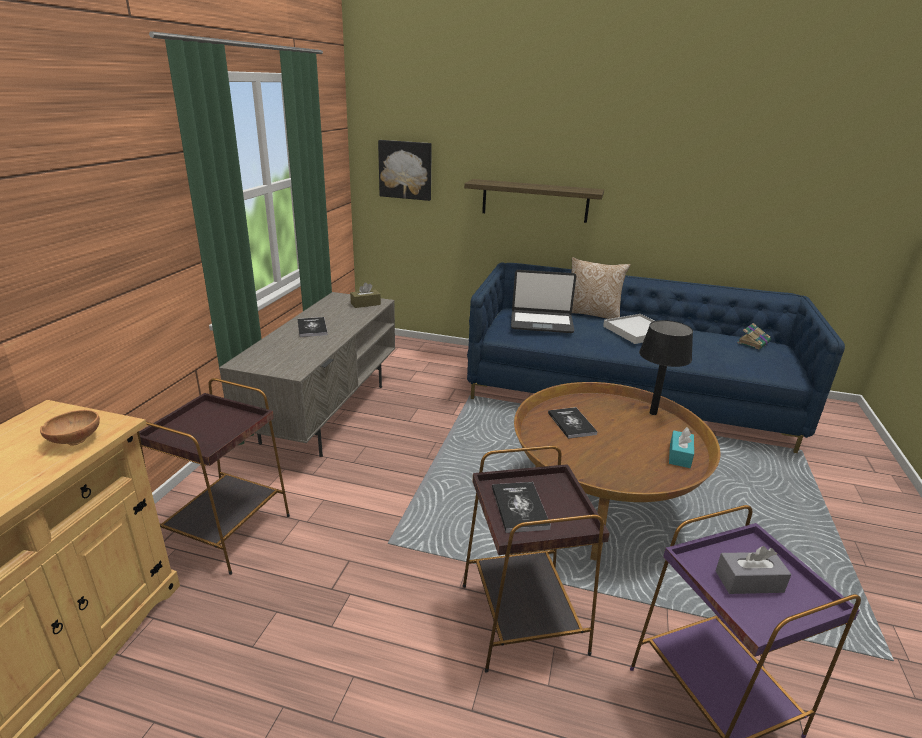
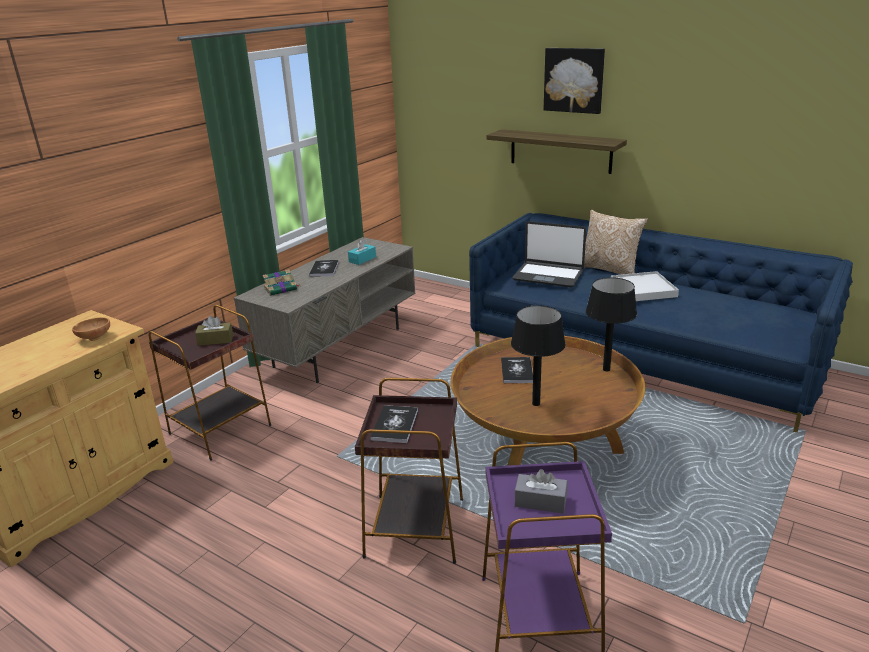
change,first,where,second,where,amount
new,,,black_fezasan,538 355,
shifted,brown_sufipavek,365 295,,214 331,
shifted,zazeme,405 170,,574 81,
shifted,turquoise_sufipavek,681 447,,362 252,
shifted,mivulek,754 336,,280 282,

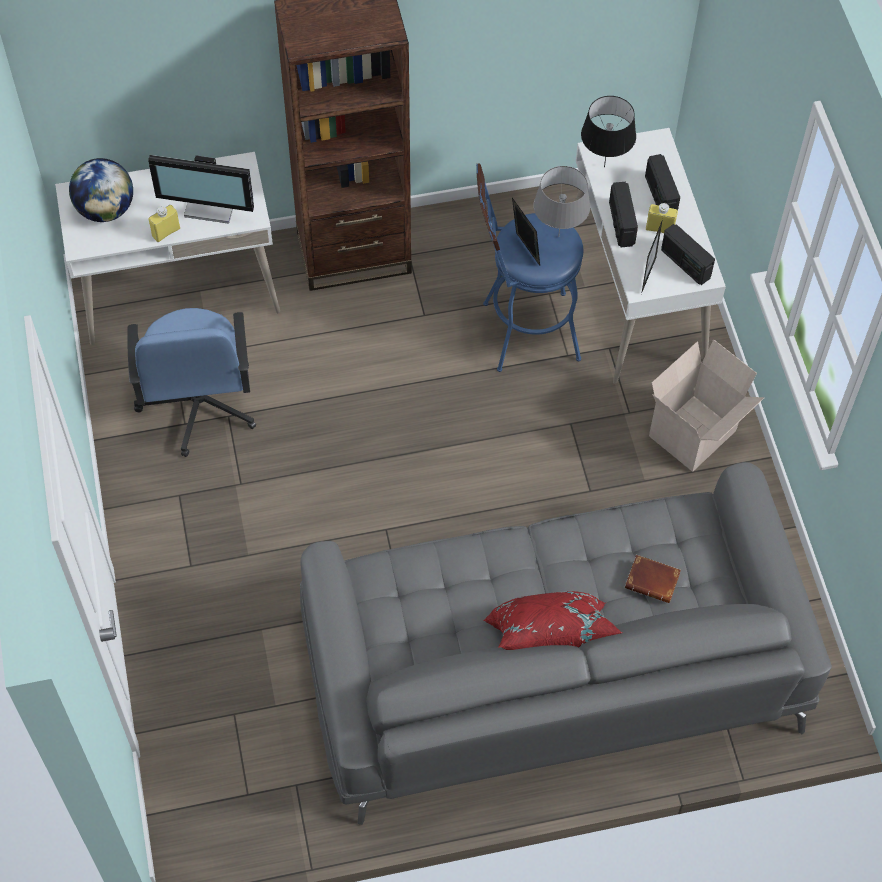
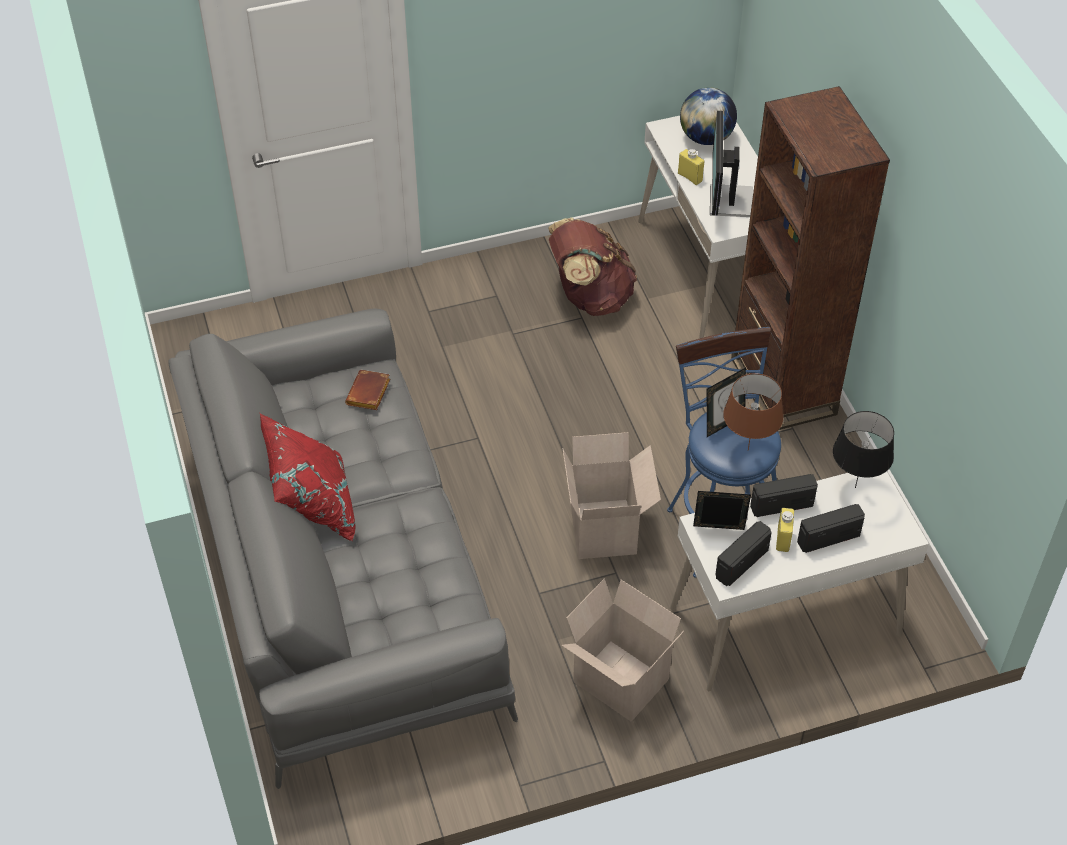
change,first,where,second,where,amount
new,,,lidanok,612 495,
shifted,brown_mivulek,653 579,,367 390,
swapped,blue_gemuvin,191 382,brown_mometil,592 266,
repainted,grey_fezasan,562 201,brown_fezasan,753 411,

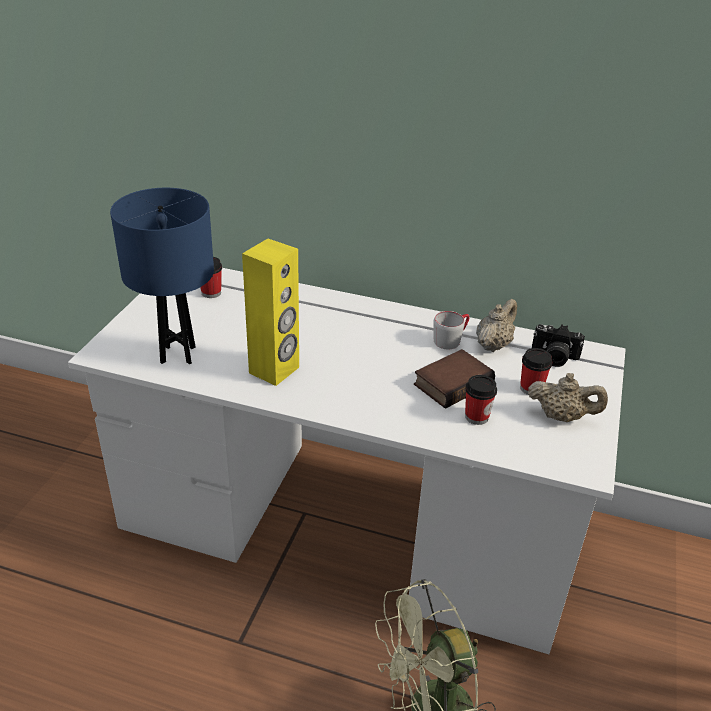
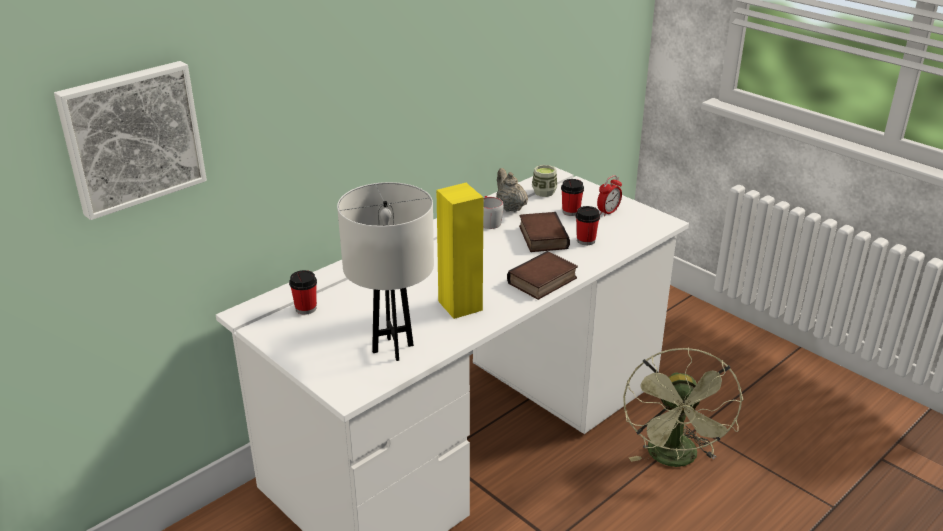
change,first,where,second,where,amount
new,,,zazeme,130 140,
new,,,mivulek,542 275,
swapped,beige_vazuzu,568 397,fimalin,609 196,
swapped,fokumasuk,558 345,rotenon,544 181,
repainted,blue_fezasan,162 276,white_fezasan,385 271,

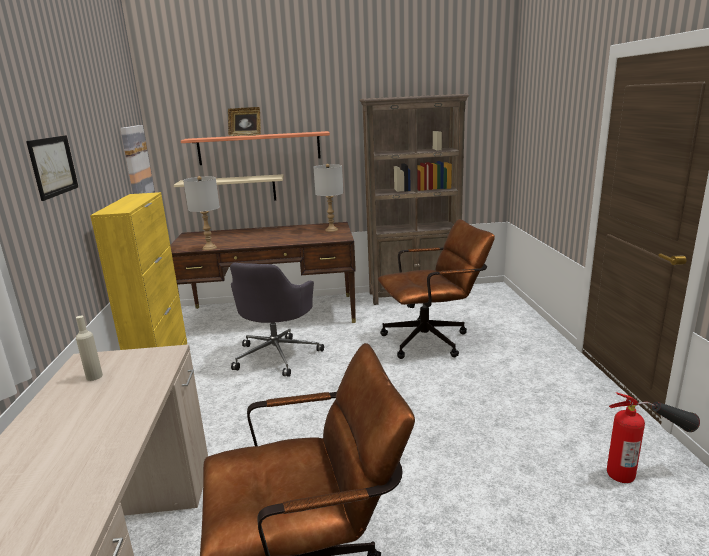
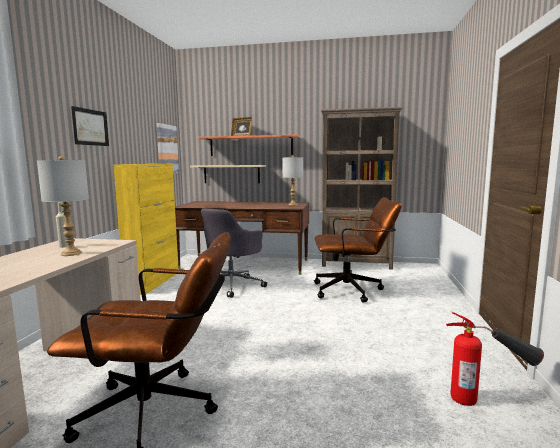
change,first,where,second,where,amount
shifted,grey_fezasan,201 213,,63 206,

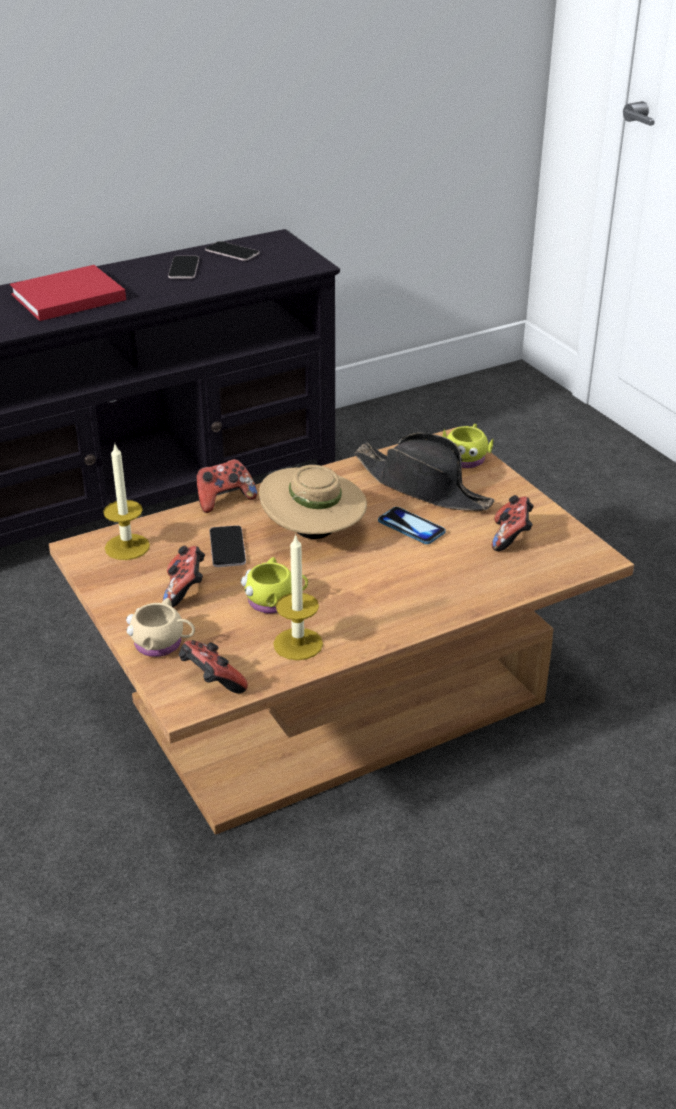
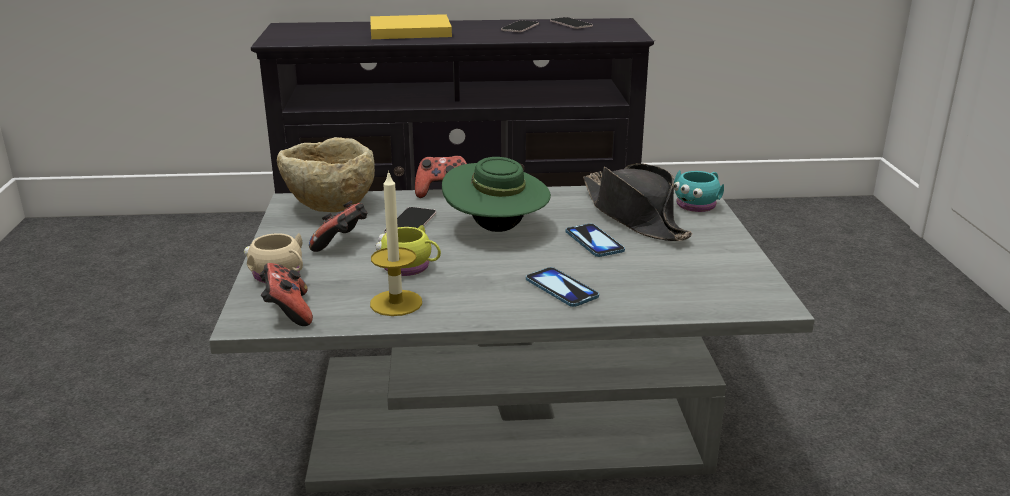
change,first,where,second,where,amount
gone,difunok,513 523,,,
new,,,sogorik,562 287,
swapped,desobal,126 502,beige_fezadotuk,326 174,
repainted,red_mivulek,68 293,yellow_mivulek,411 26,
repainted,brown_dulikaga,341 631,grey_dulikaga,512 339,
repainted,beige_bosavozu,313 502,green_bosavozu,496 194,
repainted,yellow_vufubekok,467 446,turquoise_vufubekok,699 191,

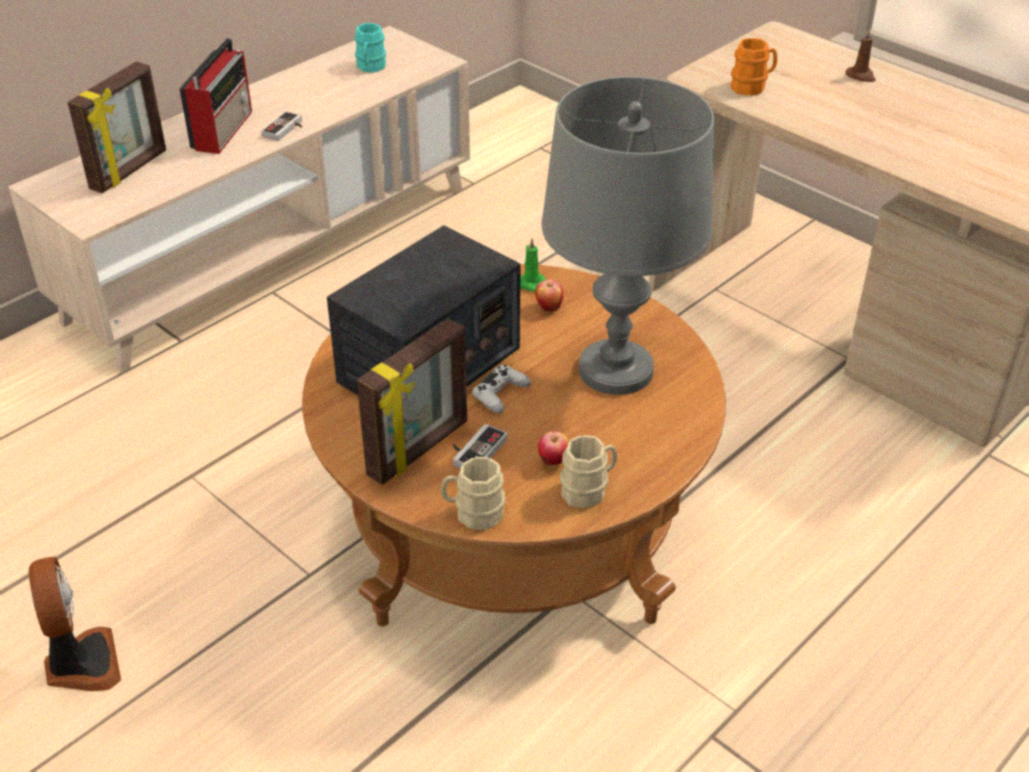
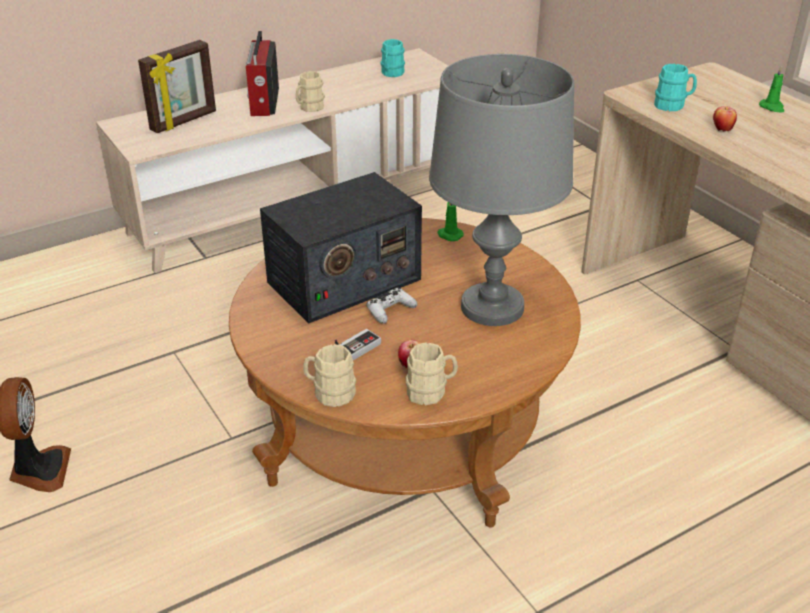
change,first,where,second,where,amount
gone,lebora,412 401,,,
shifted,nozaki,549 296,,725 118,
swapped,difunok,281 126,beige_vufubekok,310 91,
repainted,orange_vufubekok,754 67,turquoise_vufubekok,675 87,
repainted,brown_desobal,861 55,green_desobal,771 89,
rotated,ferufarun,215 96,,262 73,150 degrees clockwise

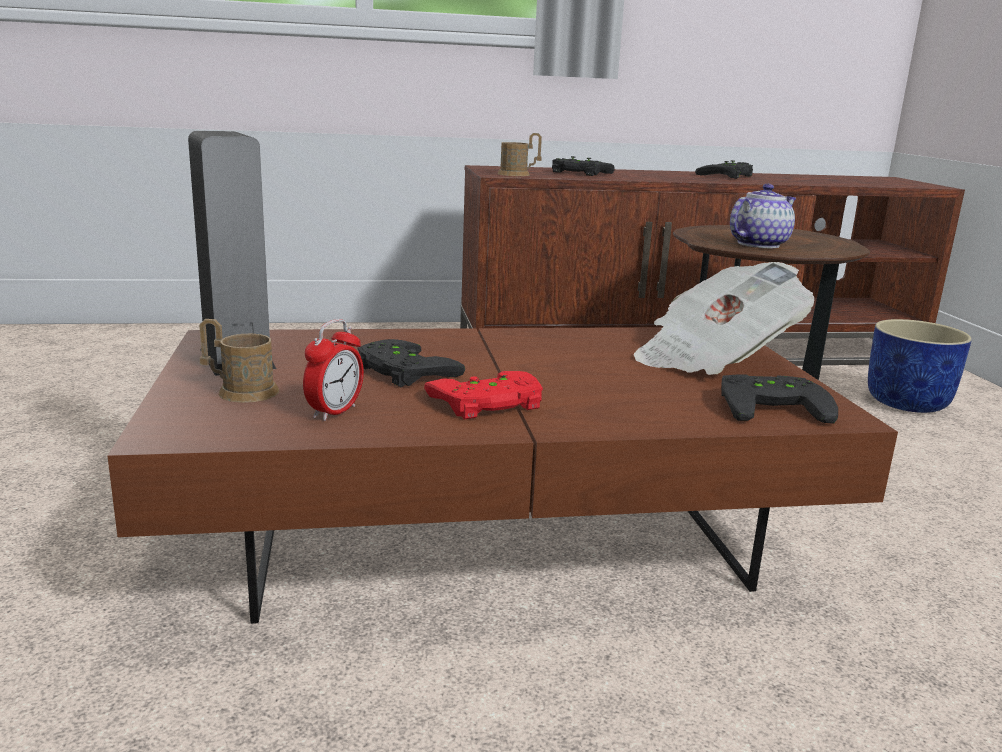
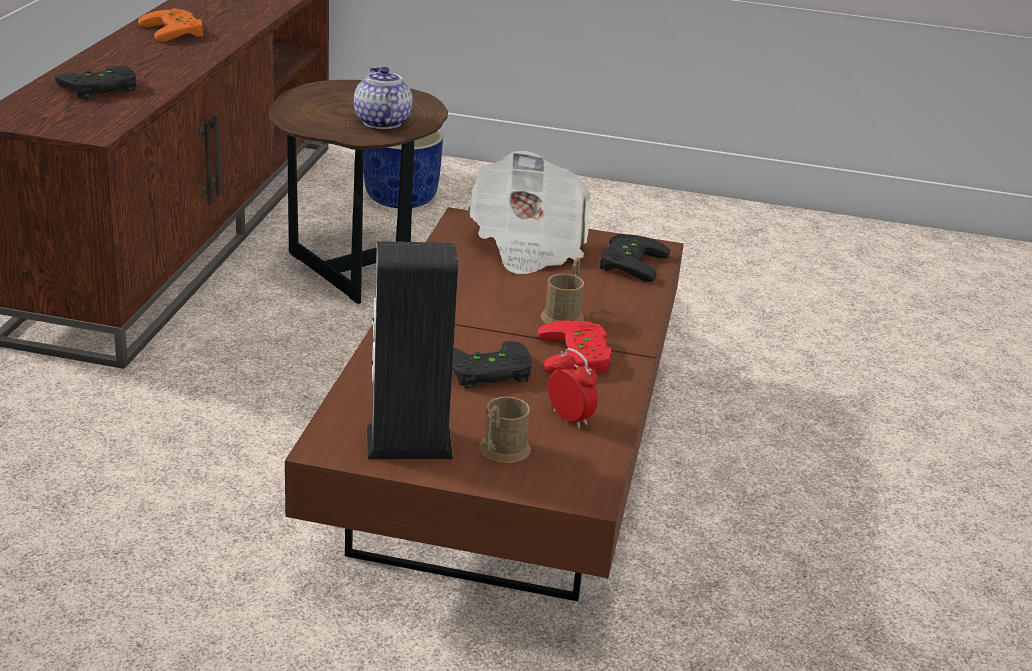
change,first,where,second,where,amount
shifted,brown_vufubekok,519 154,,562 290,
repainted,black_difunok,724 169,orange_difunok,170 24,

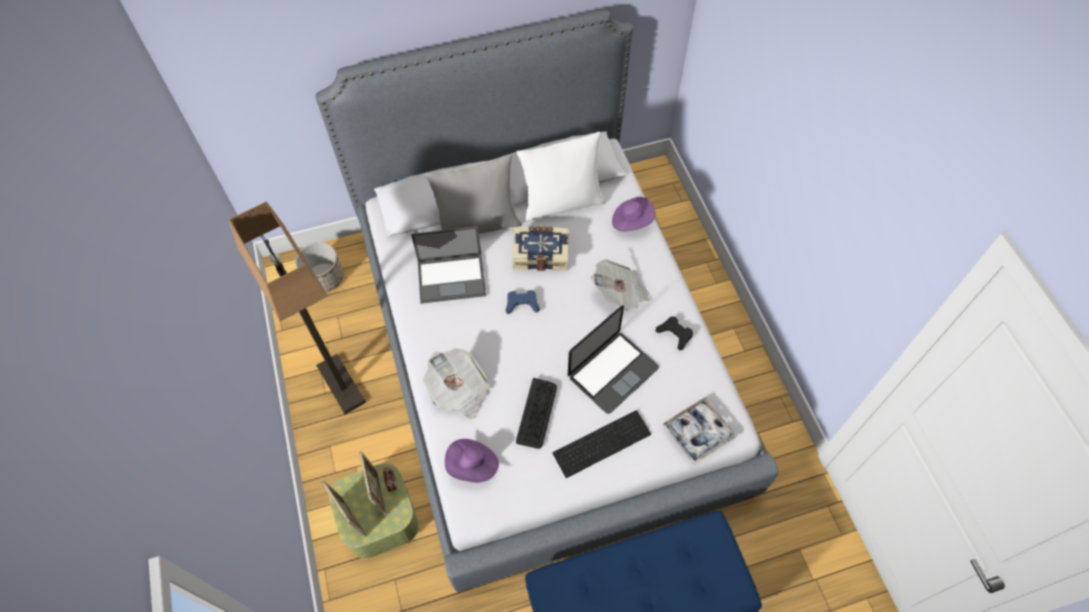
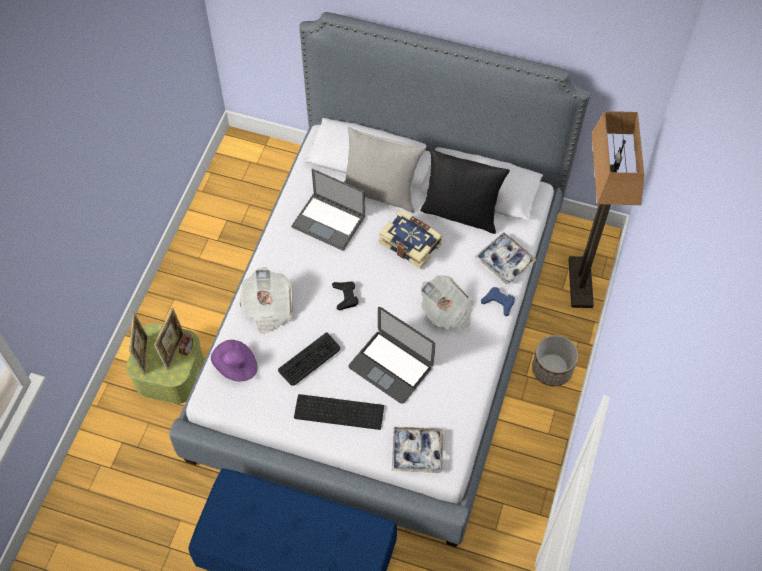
change,first,where,second,where,amount
shifted,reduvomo,297 308,,606 209,
shifted,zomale,319 267,,555 361,
shifted,blue_difunok,522 302,,498 301,
shifted,black_difunok,674 333,,345 295,
swapped,purple_bosavozu,634 214,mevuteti,506 258,
repainted,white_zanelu,561 176,black_zanelu,465 191,
rotated,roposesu,613 359,,391 355,45 degrees clockwise

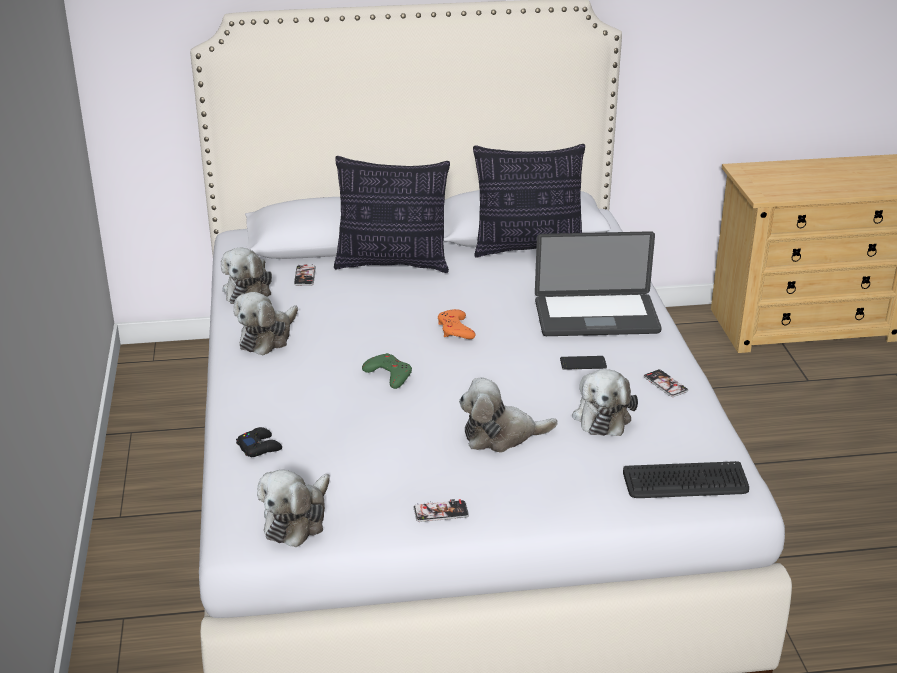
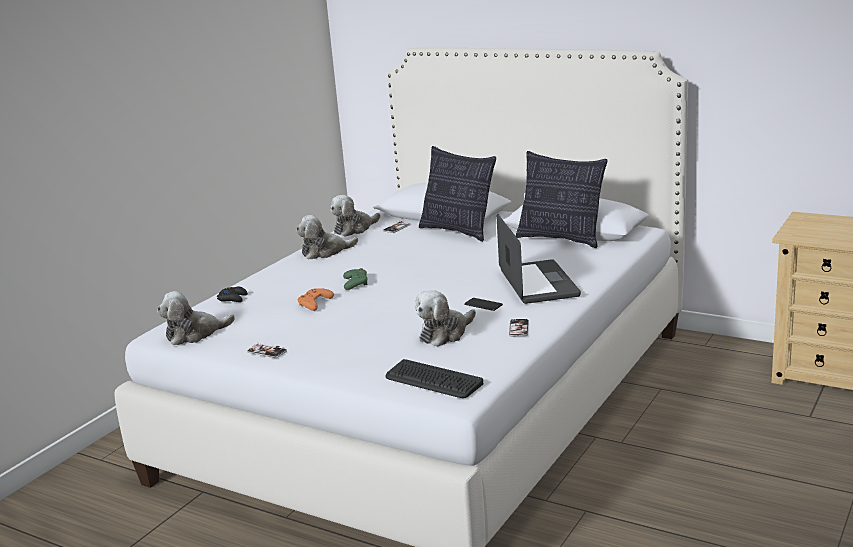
change,first,where,second,where,amount
gone,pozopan,508 415,,,
shifted,orange_difunok,457 324,,316 299,
rotated,roposesu,598 283,,538 259,135 degrees counterclockwise

